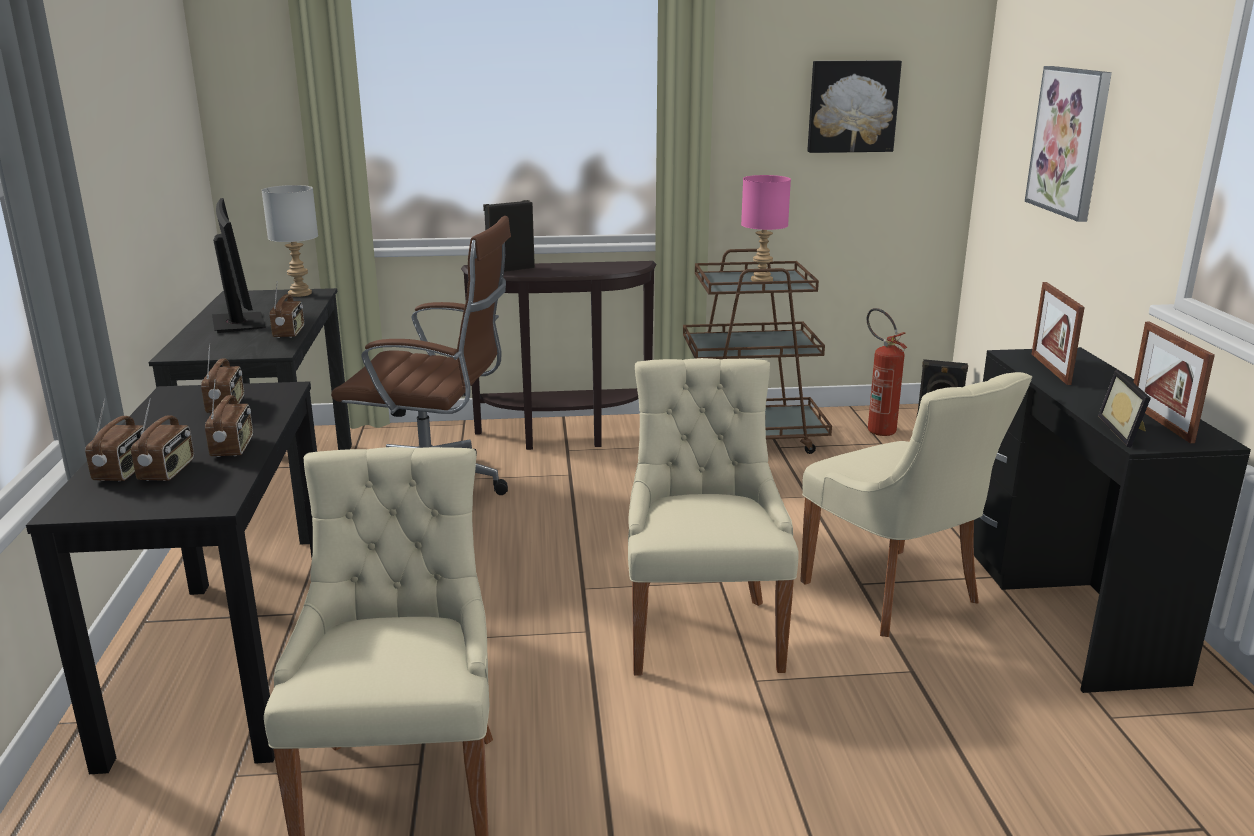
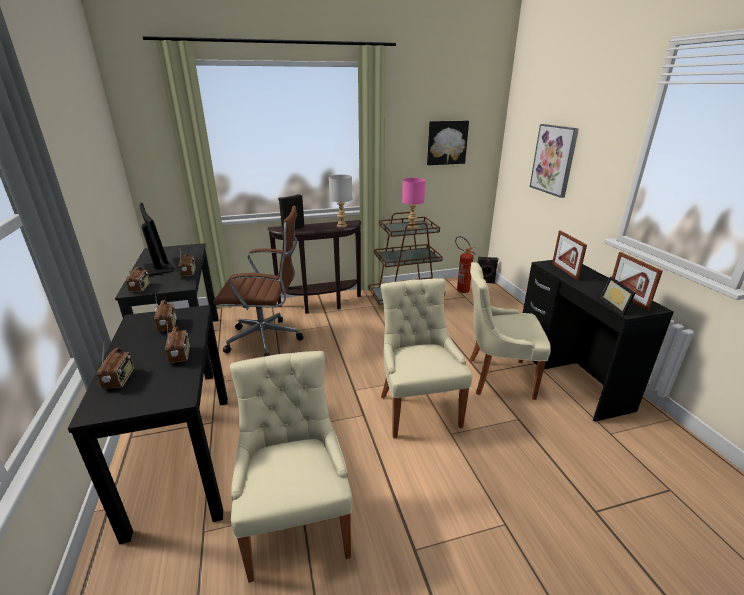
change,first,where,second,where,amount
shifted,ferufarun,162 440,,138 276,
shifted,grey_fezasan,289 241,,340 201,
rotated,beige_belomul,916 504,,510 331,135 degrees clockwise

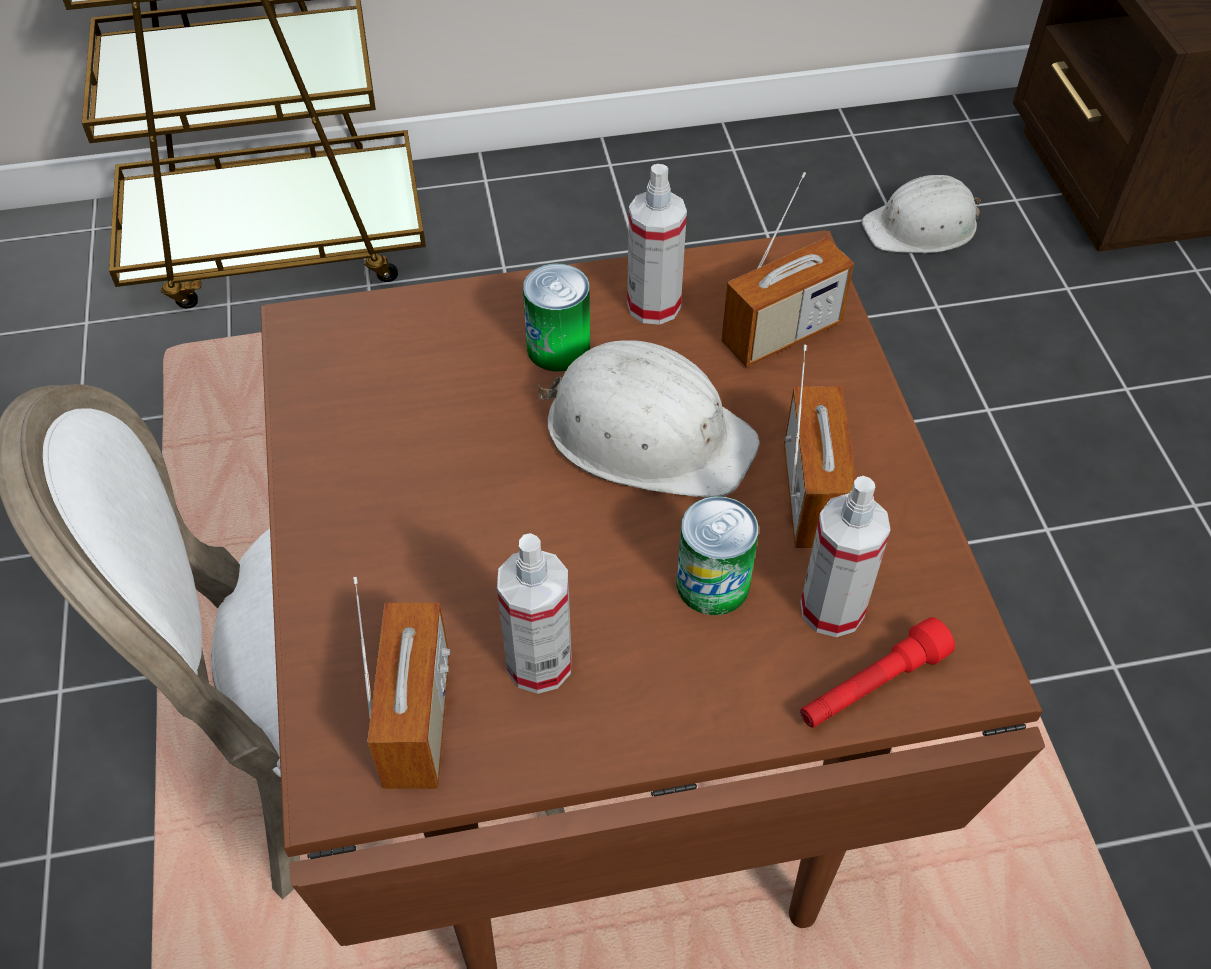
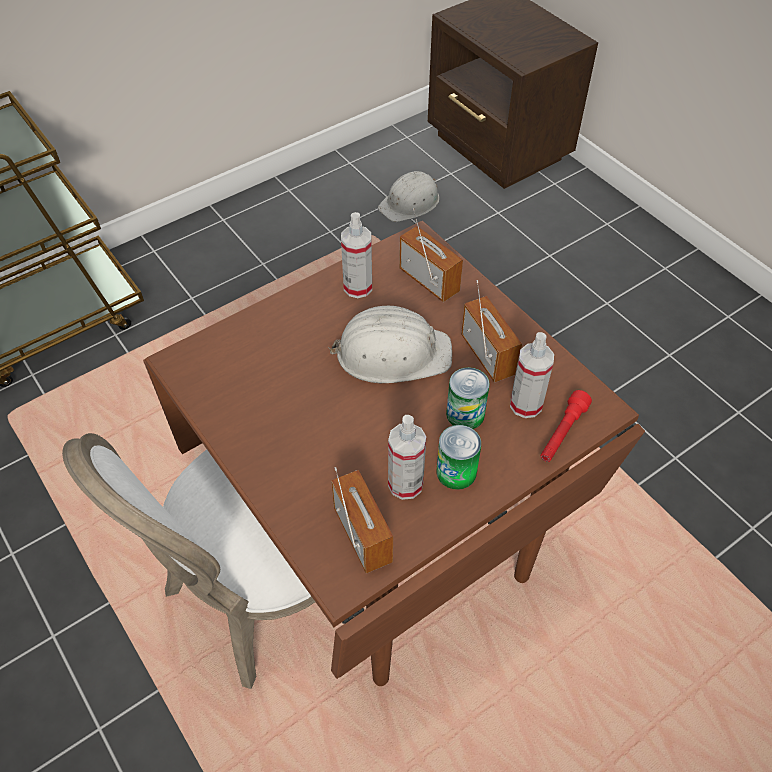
change,first,where,second,where,amount
shifted,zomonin,556 317,,458 457,
rotated,ferufarun,787 269,,431 255,75 degrees counterclockwise

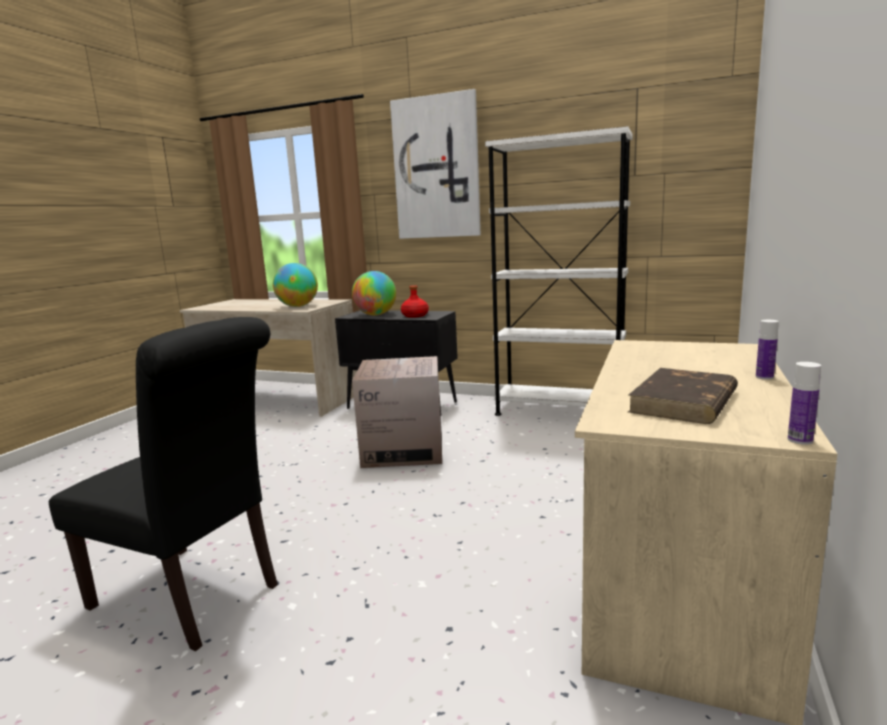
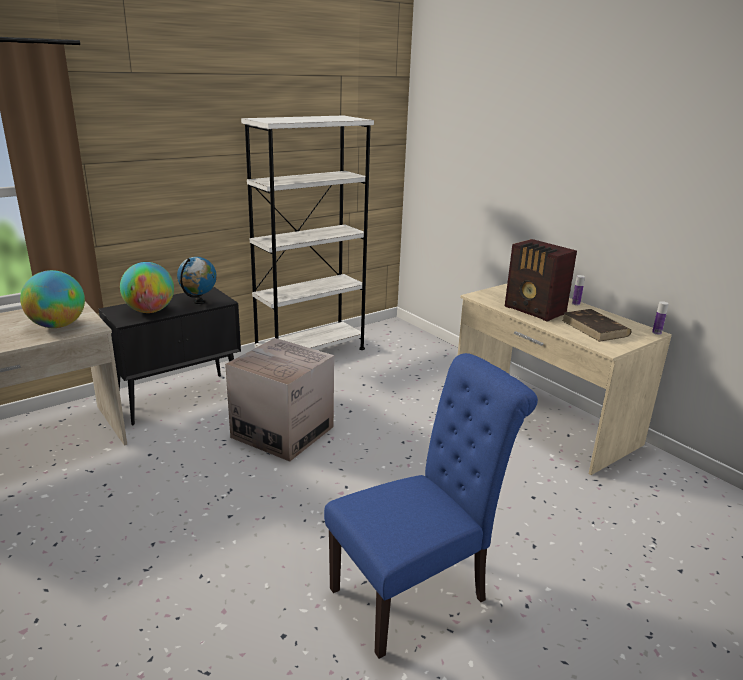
change,first,where,second,where,amount
gone,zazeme,435 164,,,
new,,,ferufarun,541 280,
swapped,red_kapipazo,415 301,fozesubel,197 280,
repainted,black_belomul,163 484,blue_belomul,431 506,

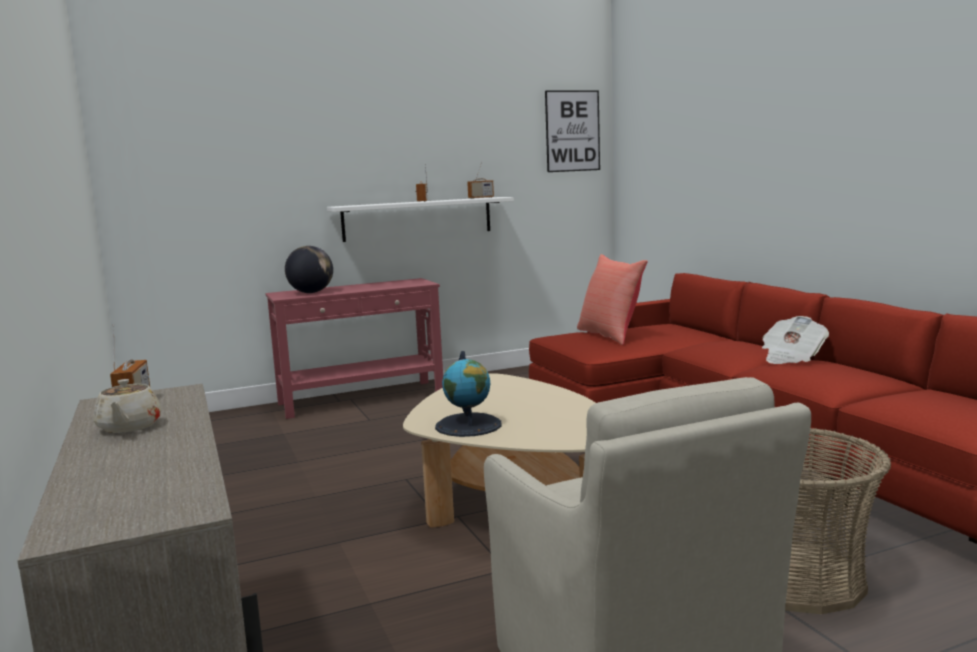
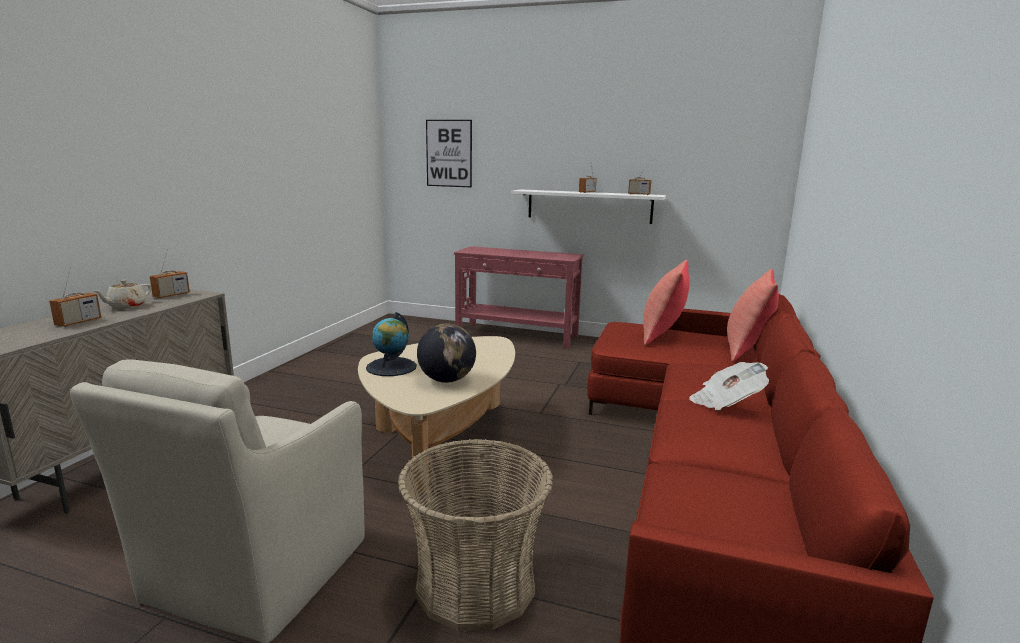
change,first,where,second,where,amount
new,,,ferufarun,75 297,
new,,,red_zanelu,753 315,
shifted,fozesubel,309 269,,446 353,
shifted,zazeme,572 131,,449 153,

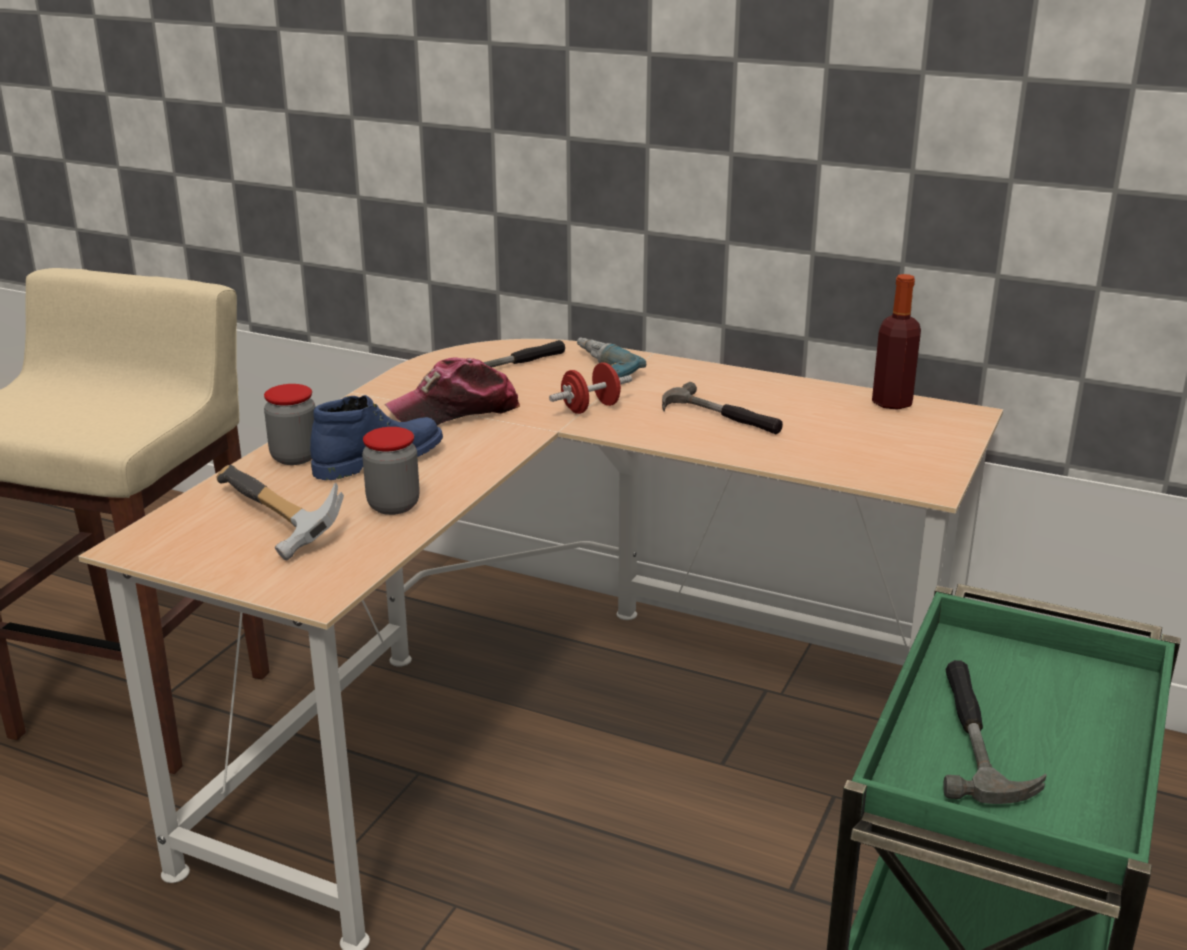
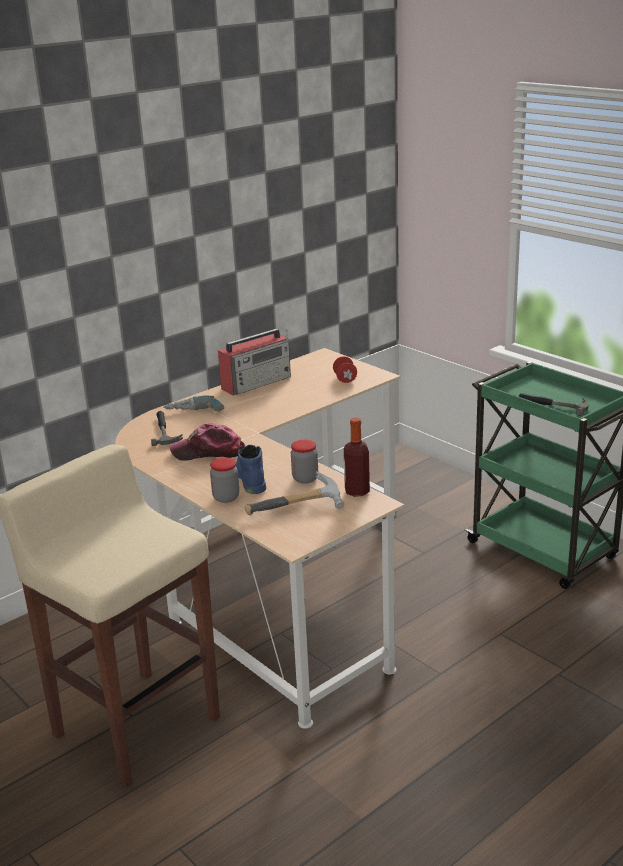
change,first,where,second,where,amount
gone,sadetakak,722 408,,,
new,,,ferufarun,254 361,
shifted,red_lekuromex,590 388,,345 369,
shifted,kapipazo,896 342,,357 457,
rotated,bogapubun,452 391,,207 442,90 degrees clockwise

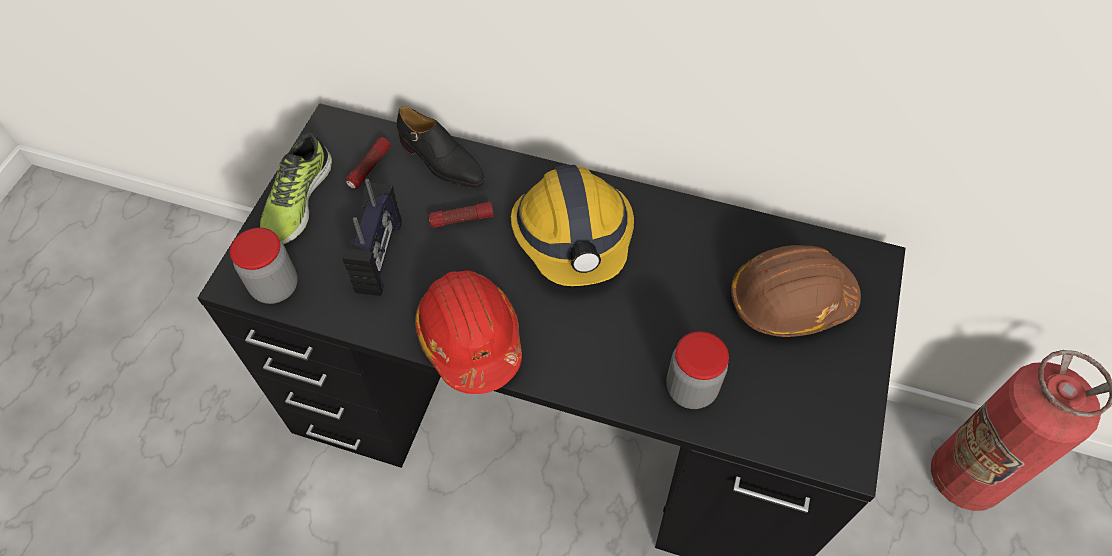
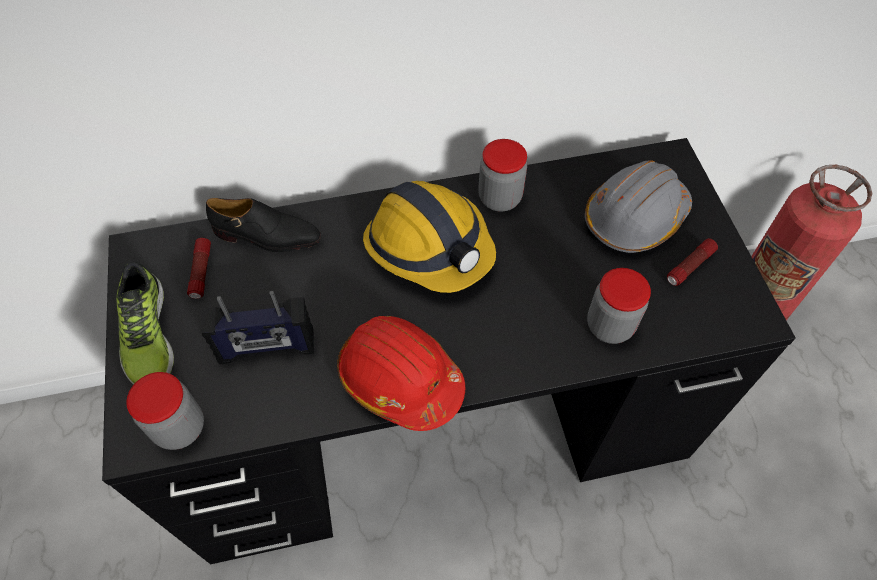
change,first,where,second,where,amount
new,,,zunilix,502 175,
shifted,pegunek,461 215,,692 262,
repainted,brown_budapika,796 291,grey_budapika,638 207,
rotated,ferufarun,372 237,,257 327,105 degrees clockwise

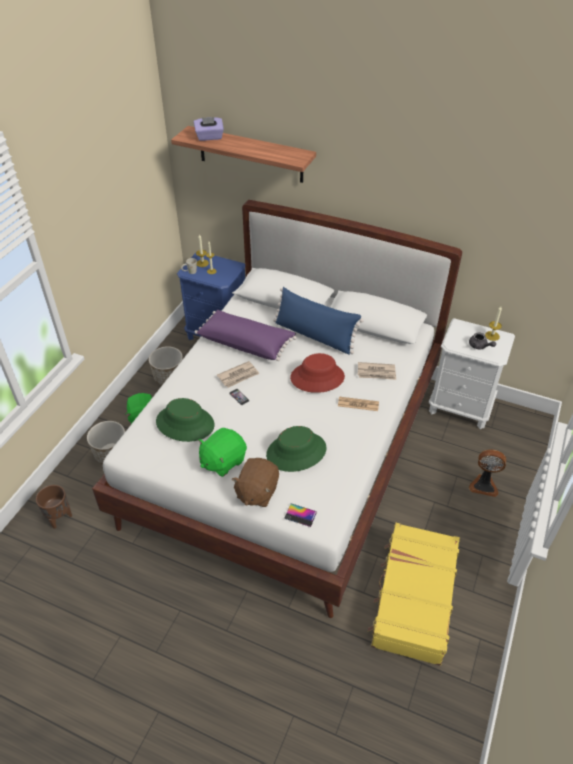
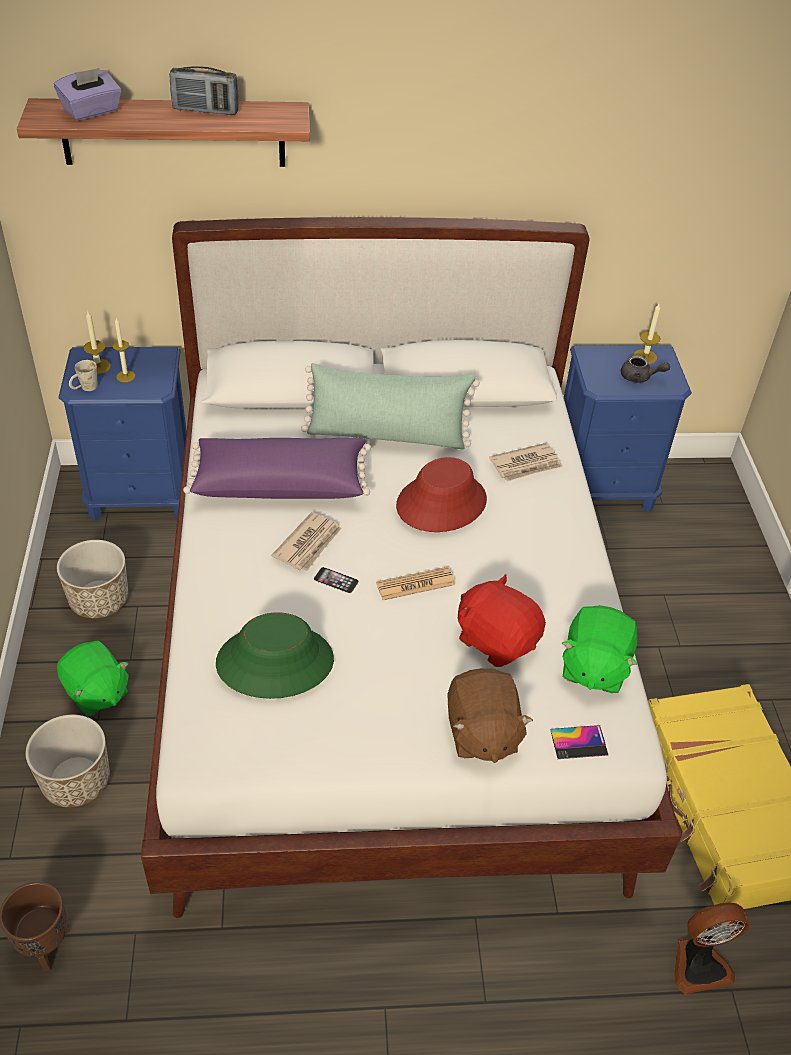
change,first,where,second,where,amount
new,,,ferufarun,203 90,
shifted,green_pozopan,222 452,,599 649,
shifted,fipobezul,358 404,,415 583,
shifted,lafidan,487 473,,712 948,
swapped,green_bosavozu,296 449,red_pozopan,502 620,
repainted,blue_zanelu,318 320,green_zanelu,390 406,
repainted,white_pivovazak,472 373,blue_pivovazak,628 428,

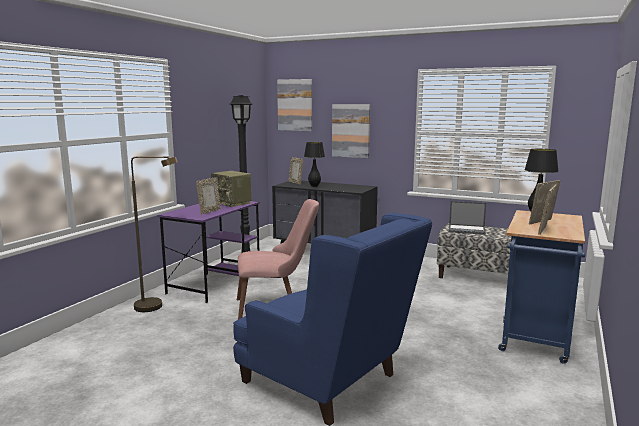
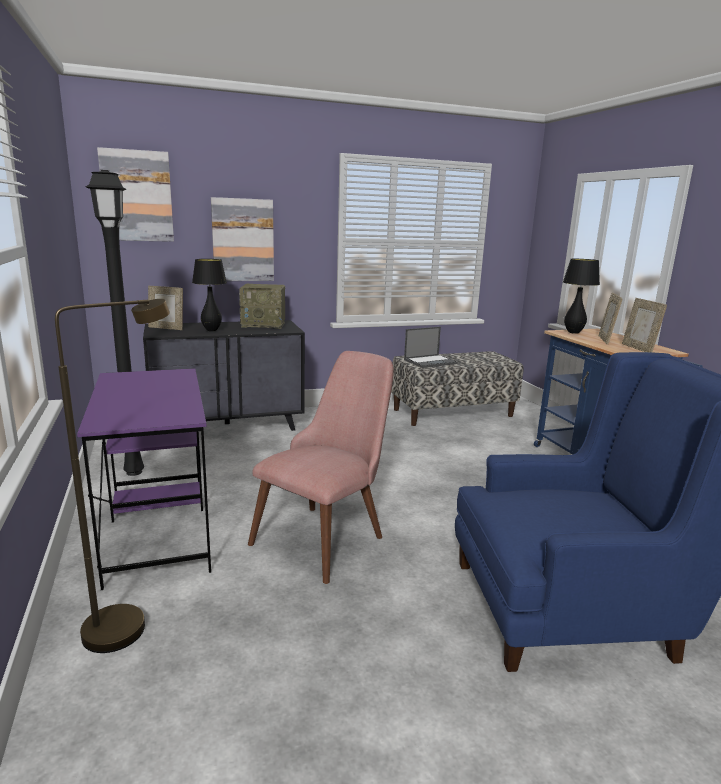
change,first,where,second,where,amount
gone,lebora,208 195,,,
shifted,ferufarun,231 189,,262 306,

